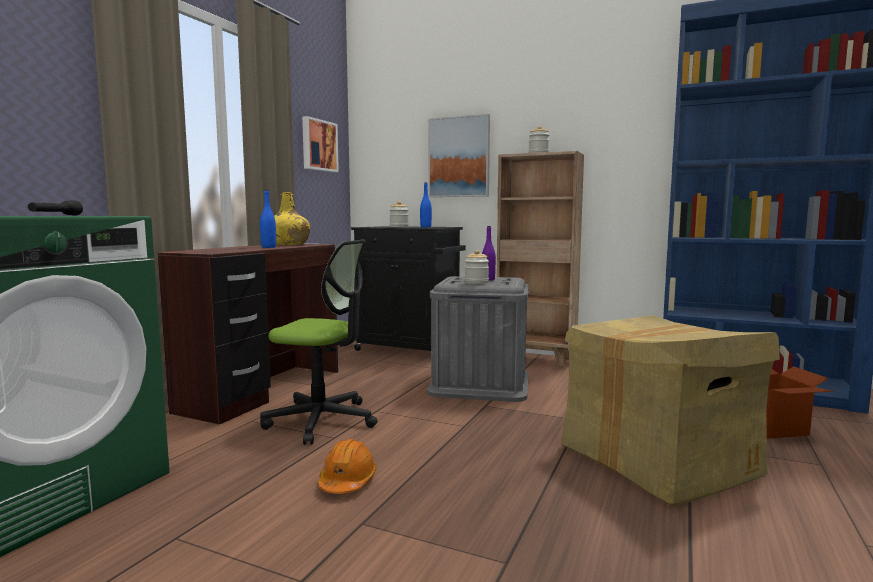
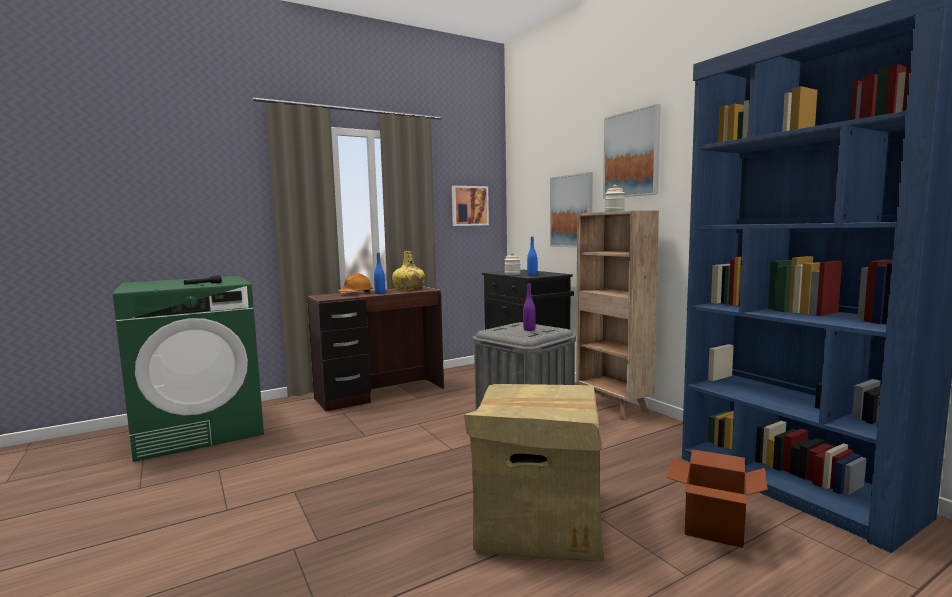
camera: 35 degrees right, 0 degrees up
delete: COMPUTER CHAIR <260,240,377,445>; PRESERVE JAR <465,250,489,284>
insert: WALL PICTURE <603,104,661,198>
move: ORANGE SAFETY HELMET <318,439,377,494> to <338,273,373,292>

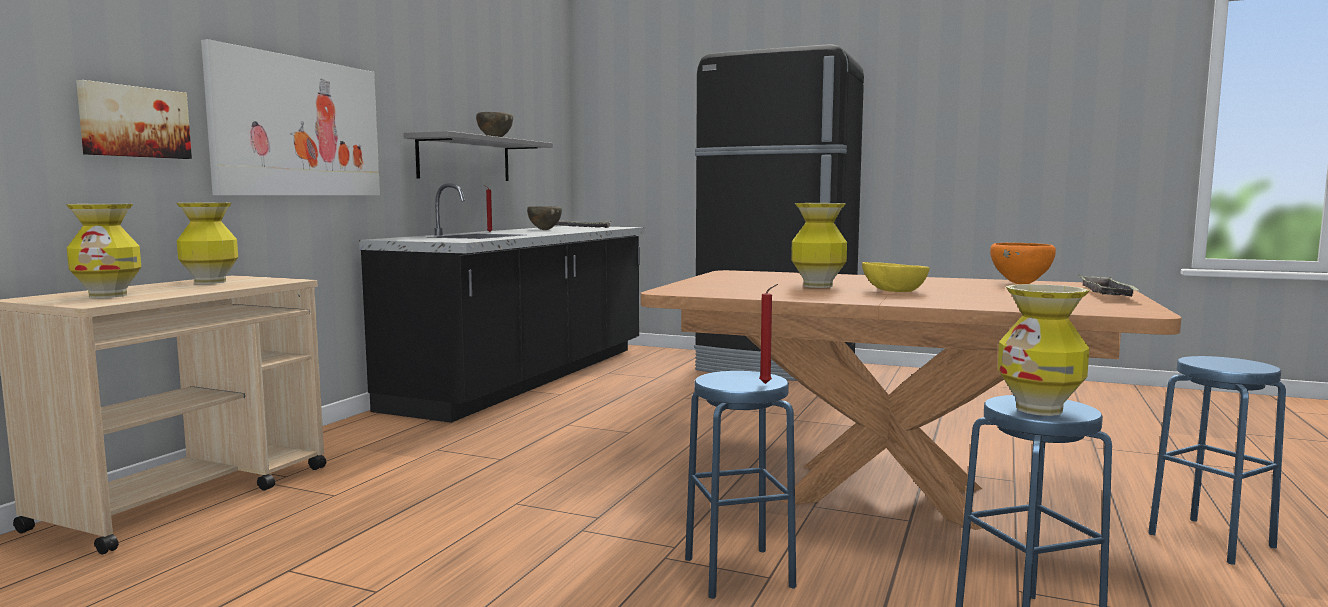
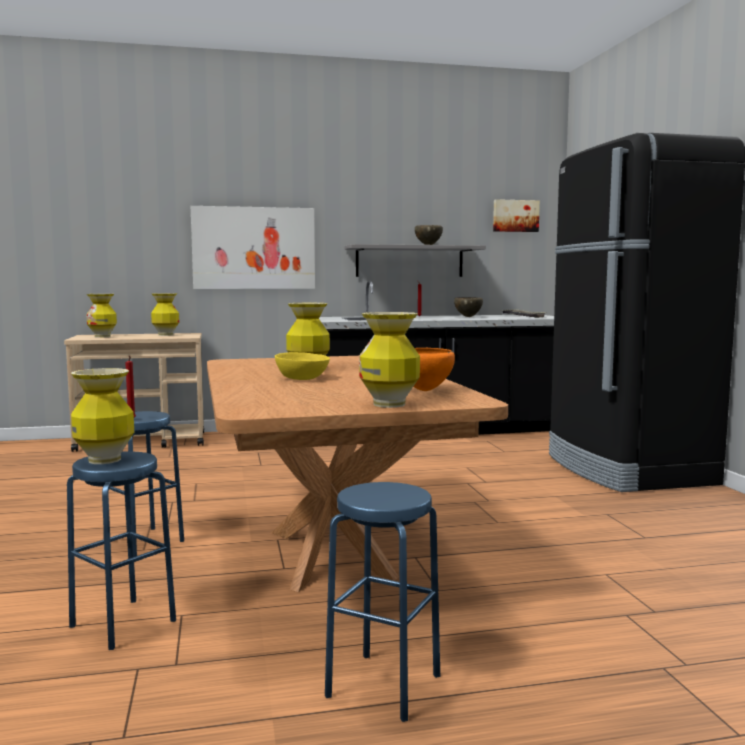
camera: 55 degrees right, 0 degrees up
move: WALL PICTURE <76,80,192,159> to <493,199,540,232>
replace: CARRYING TRAY <1078,275,1140,297> to DECORATIVE VASE <359,312,420,408>

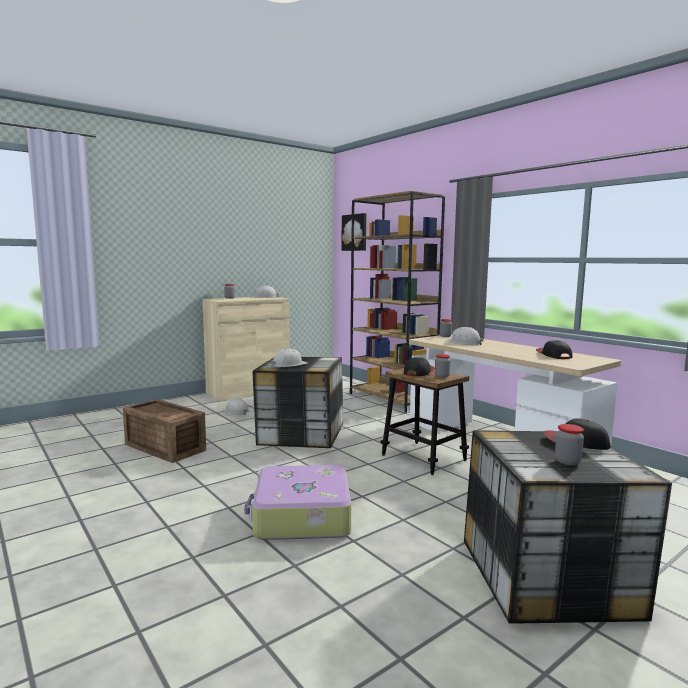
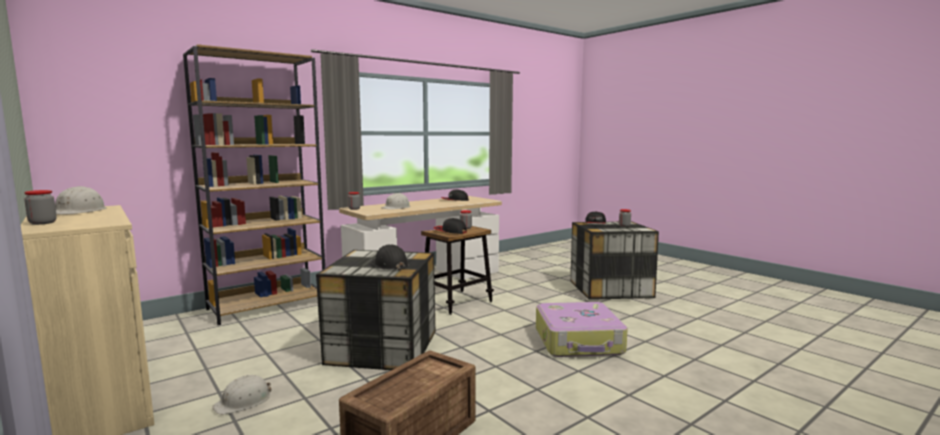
camera: 90 degrees left, 0 degrees up
delete: WALL PICTURE <341,213,367,251>
recolor: WHITE-COLOURED SAFETY HELMET <271,348,308,367> to BLACKISH SAFETY HELMET <373,245,409,270>

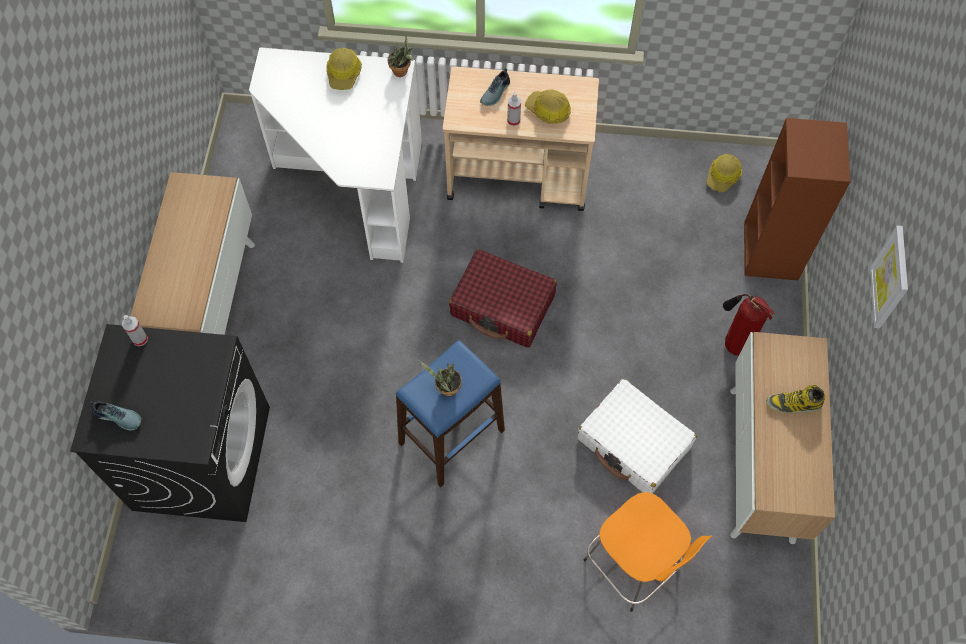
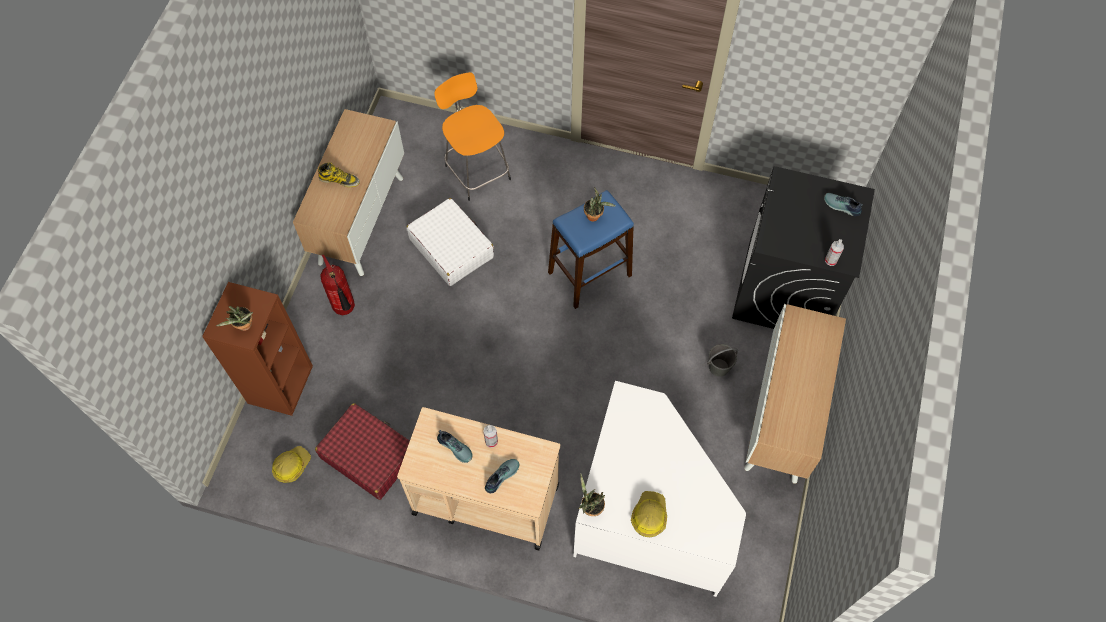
camera: 170 degrees left, 0 degrees up
delete: WALL PICTURE <870,226,908,328>
insert: POTTED PLANT <216,306,253,331>; GREY BUCKET <707,344,738,377>
move: RED-COLOURED PIECE OF LUGGAGE <449,249,557,348> to <315,403,410,500>
replace: SAFETY HELMET <525,89,571,124> to LOW SHOE <437,430,473,463>

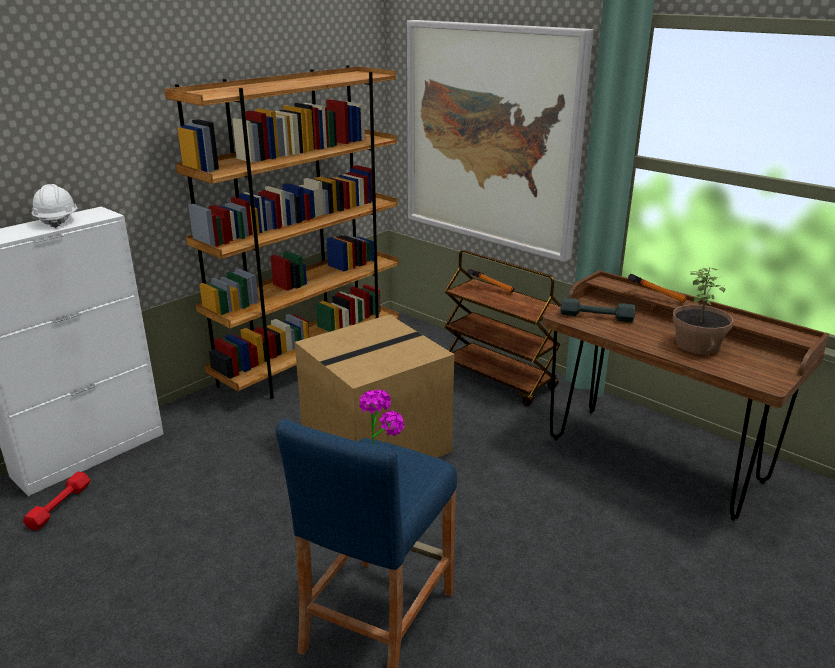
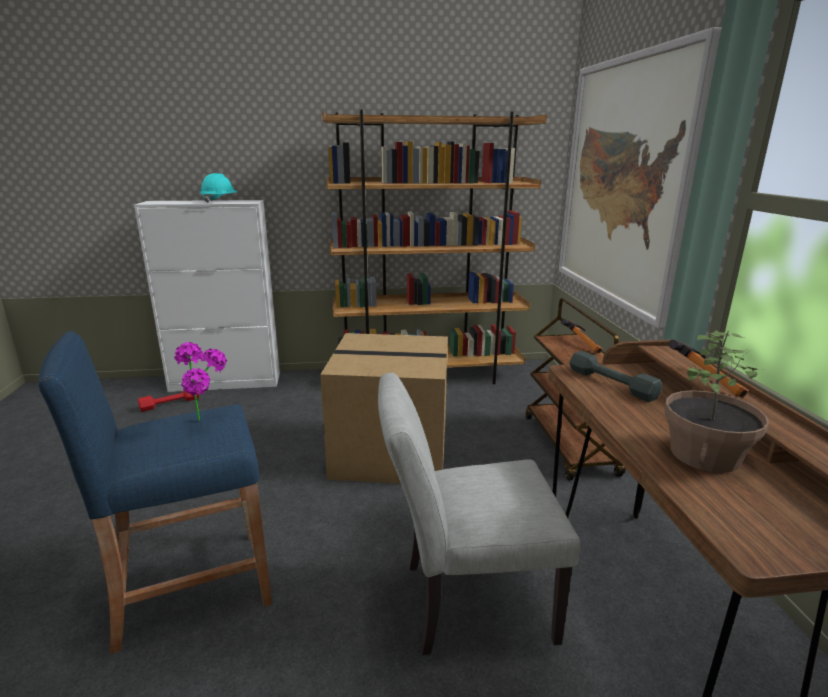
camera: 40 degrees right, 5 degrees down
insert: GREY CHAIR <378,372,580,655>
recolor: WHITE-COLOURED SAFETY HELMET <32,184,77,228> to TURQUOISE-COLOURED SAFETY HELMET <200,173,237,203>

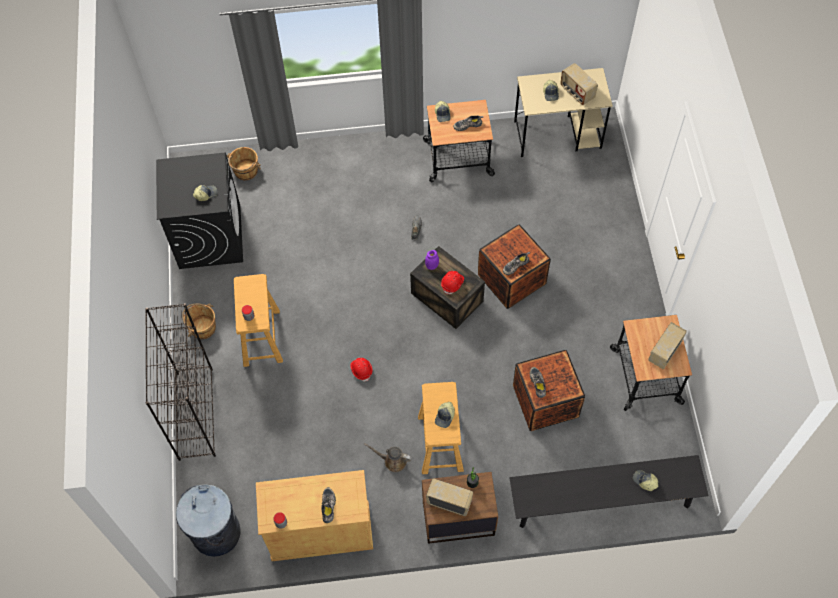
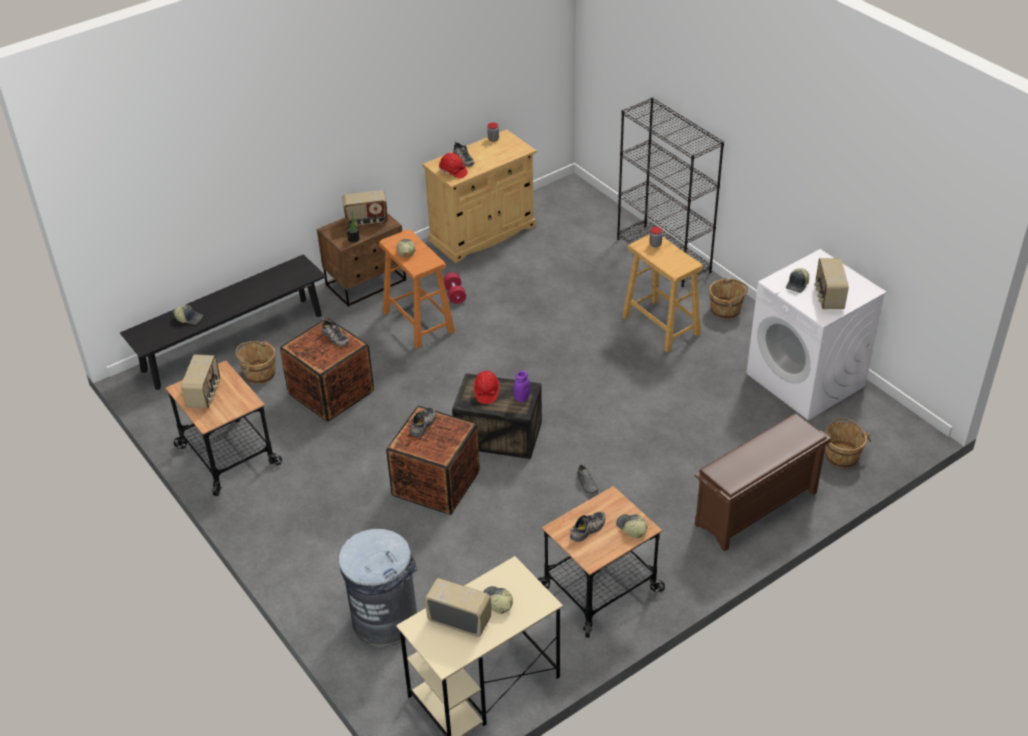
camera: 150 degrees right, 20 degrees down
insert: BROWN-COLOURED BUCKET <235,341,275,384>; BROWN-COLOURED SHOE RACK <694,413,831,552>; RADIO SET <815,258,849,309>
move: GREY TRASH CAN <176,484,241,557> to <339,529,417,647>; RED-COLOURED SAFETY HELMET <350,358,372,381> to <439,153,468,179>
replace: BROWN-COLOURED SPRINKLING CAN <364,443,412,472> to RED-COLOURED FREE WEIGHT <443,273,466,304>
recolor: BLACKISH LAUNDRY MACHINE <156,152,243,269> to WHITE-COLOURED LAUNDRY MACHINE <747,249,887,420>; SAND-COLOURED STOOL <418,382,464,474> to ORANGE STOOL <379,230,455,349>

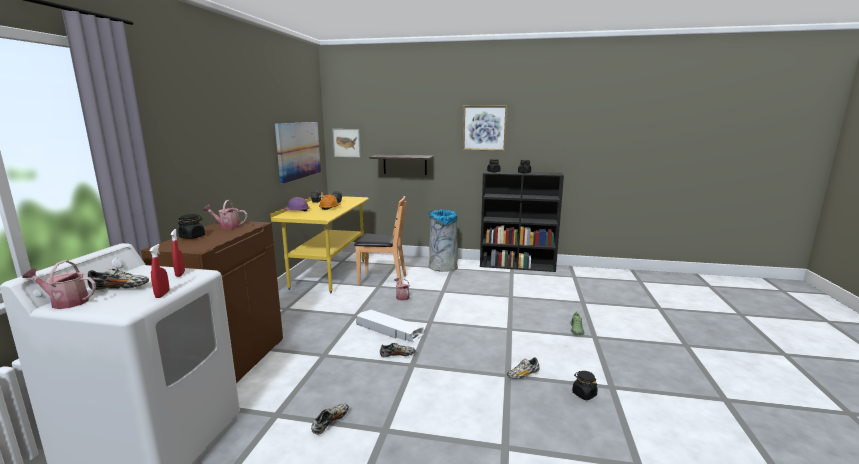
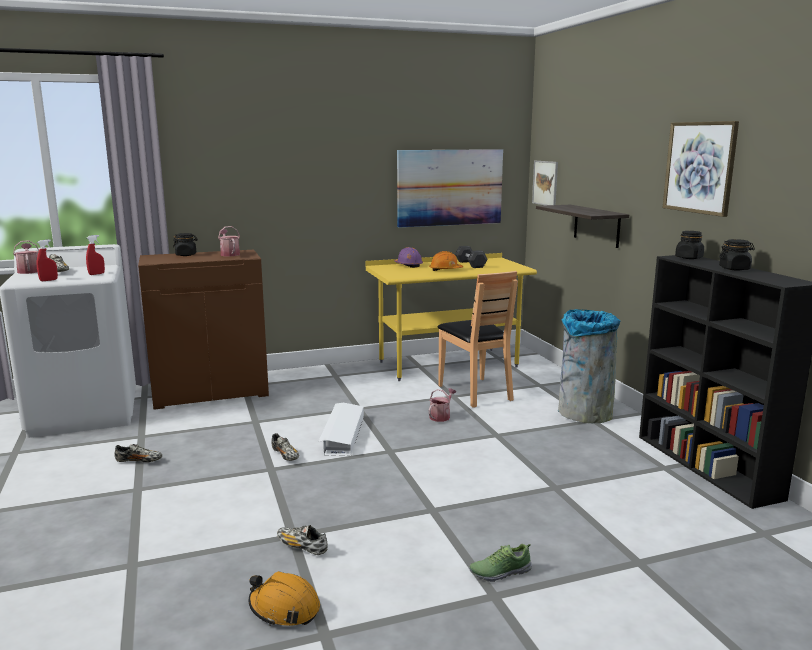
camera: 60 degrees right, 0 degrees up
replace: BLACKISH PRESERVE JAR <572,371,598,400> to ORANGE SAFETY HELMET <249,571,320,626>

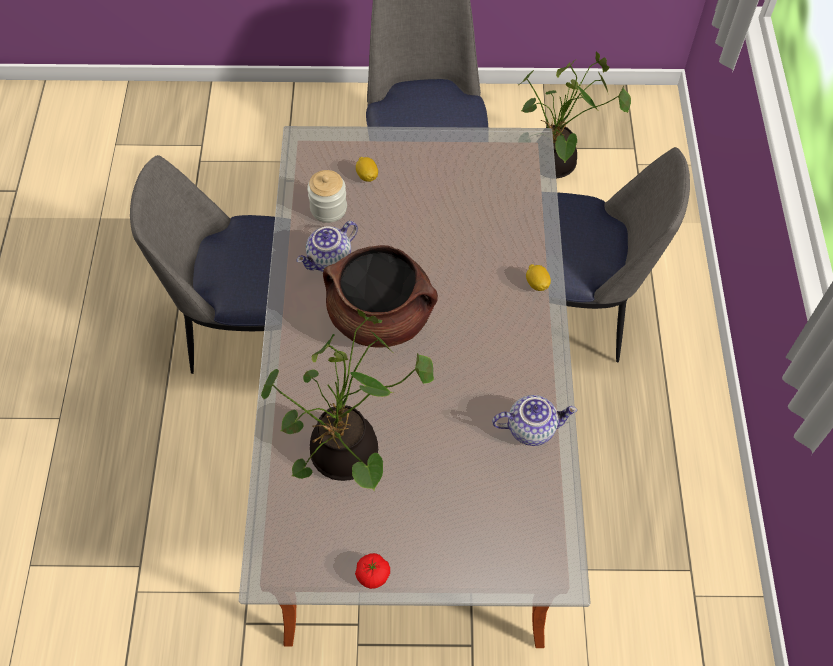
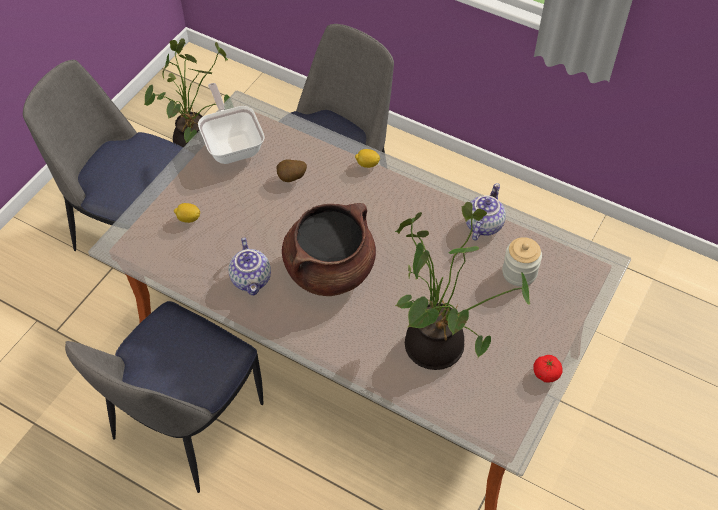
camera: 60 degrees left, 5 degrees down
insert: SKILLET <198,83,265,164>; POTATO <276,159,307,182>
move: PRESERVE JAR <307,170,347,223> to <502,237,542,286>

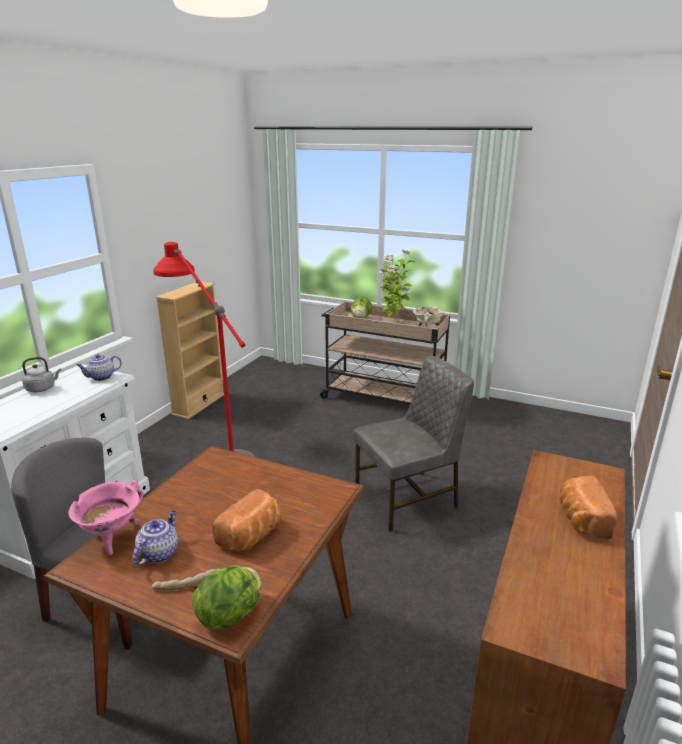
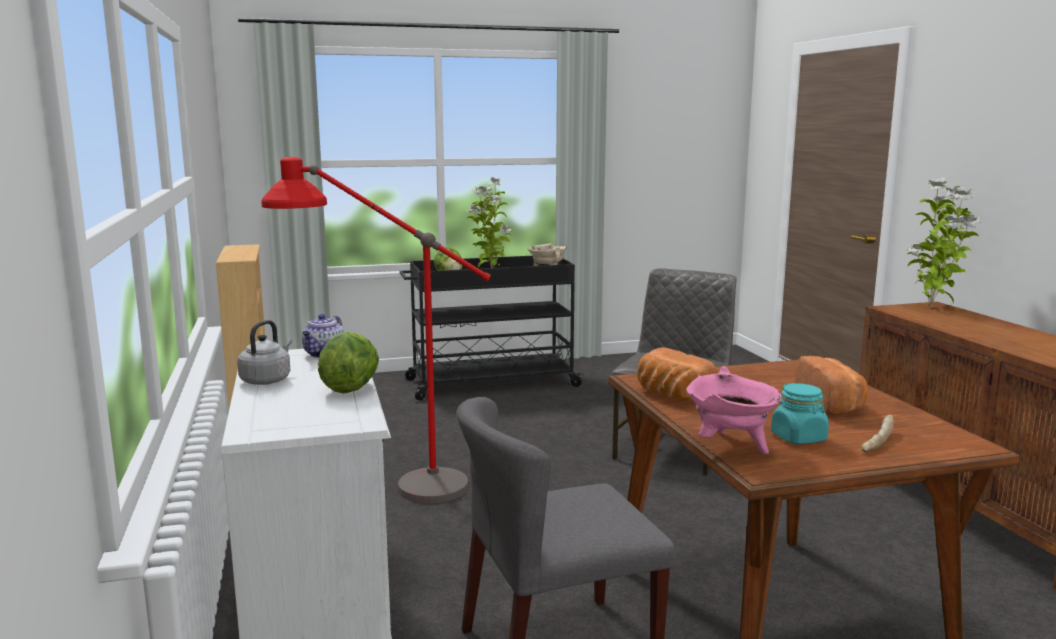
camera: 40 degrees left, 10 degrees down
insert: POTTED PLANT <907,178,980,308>
move: LETTUCE <192,565,261,630> to <318,332,379,394>; BAKED BREAD <560,476,617,539> to <637,347,717,402>
replace: TEAPOT <133,510,178,565> to TURQUOISE-COLOURED PRESERVE JAR <771,383,829,444>
recolor: SAND-COLOURED CART <320,301,450,405> to BLACKISH CART <400,256,584,401>

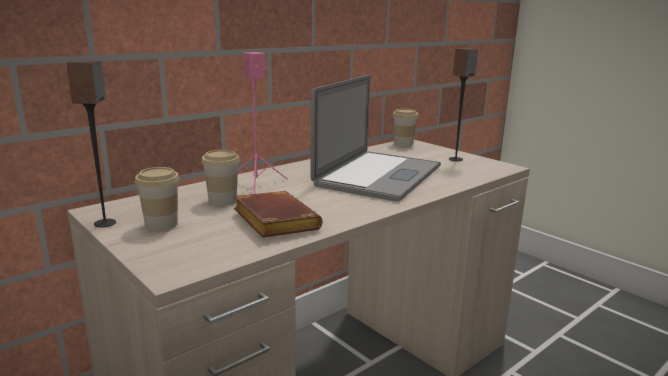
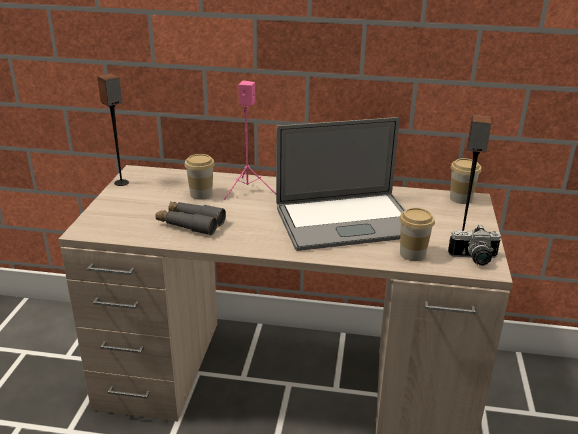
camera: 50 degrees right, 10 degrees up
insert: STILL CAMERA <448,225,501,266>
move: SMALL CUP <135,167,180,231> to <399,208,435,261>
replace: BROWN-COLOURED VOLUME <234,191,322,238> to GREY BINOCULARS <155,202,226,235>

